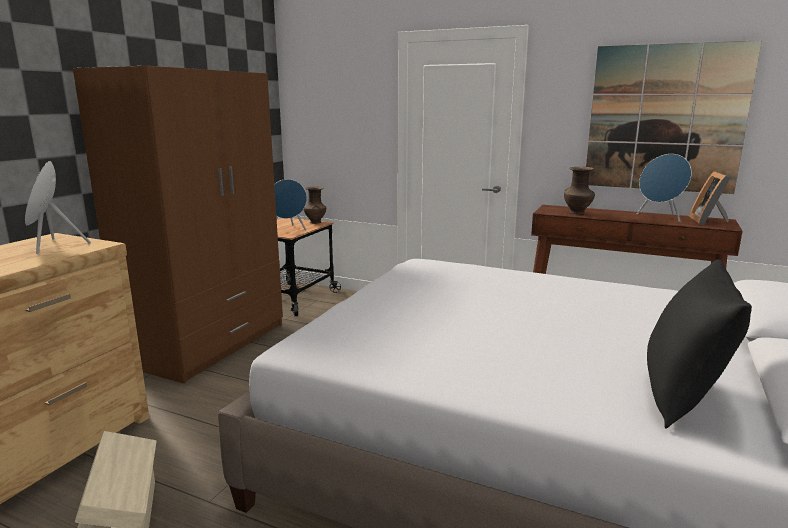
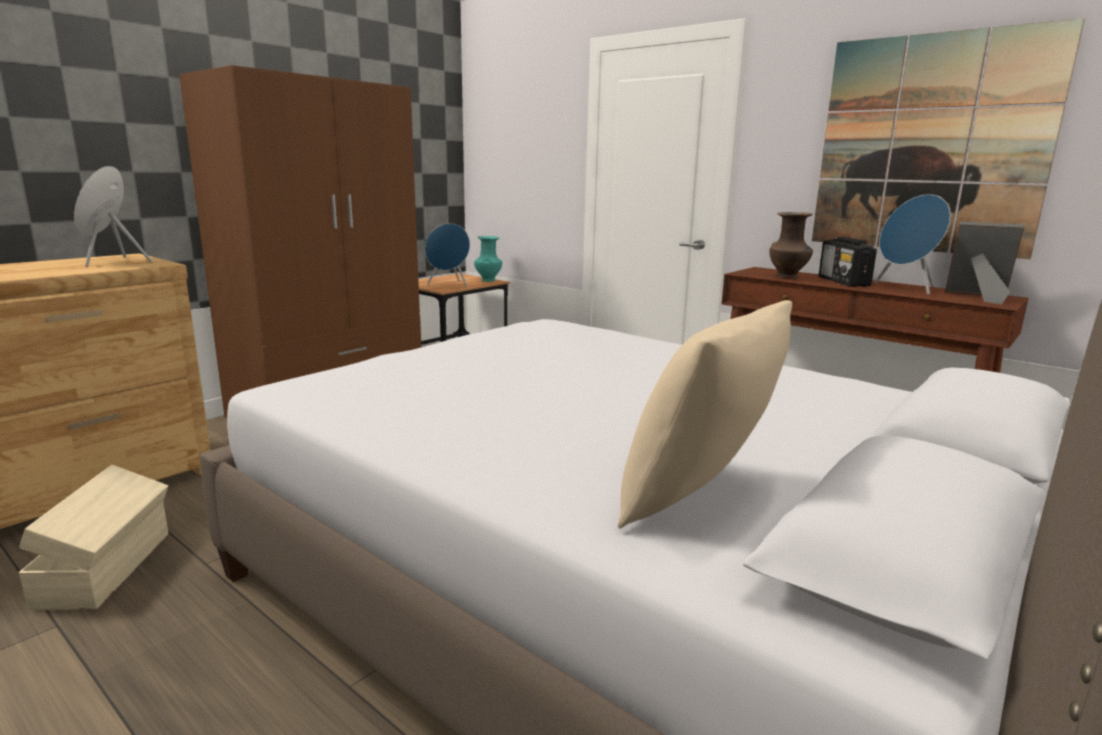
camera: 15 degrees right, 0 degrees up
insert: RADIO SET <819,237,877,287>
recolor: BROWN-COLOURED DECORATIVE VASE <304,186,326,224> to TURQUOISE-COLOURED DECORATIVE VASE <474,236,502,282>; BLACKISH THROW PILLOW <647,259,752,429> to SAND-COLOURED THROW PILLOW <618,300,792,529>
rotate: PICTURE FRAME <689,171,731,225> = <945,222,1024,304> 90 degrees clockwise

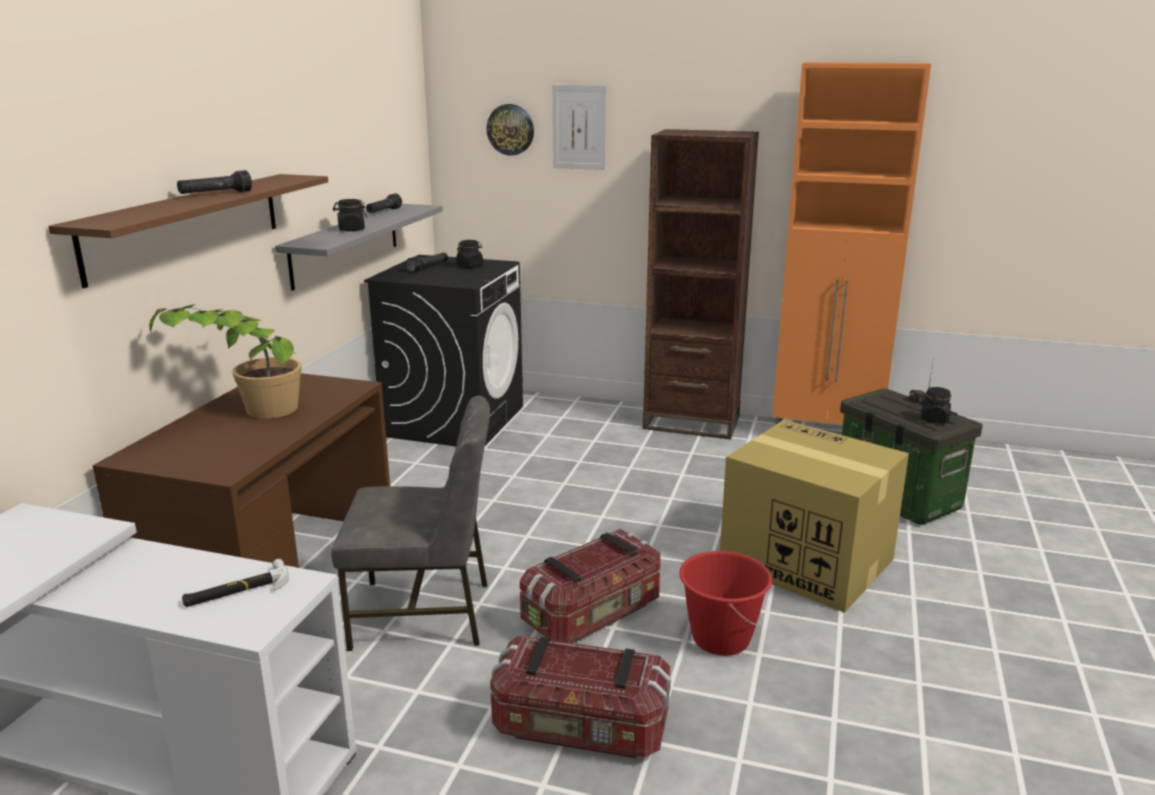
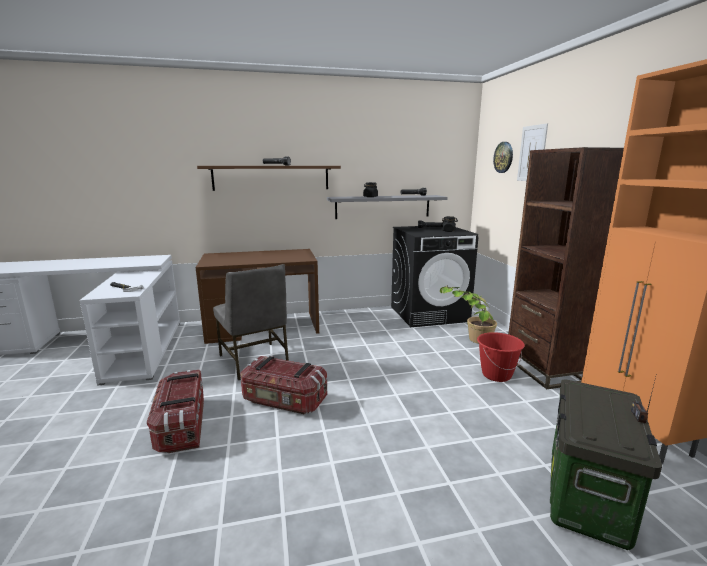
camera: 60 degrees right, 5 degrees down
delete: CARDBOARD BOX <720,420,909,613>; BLACKISH PRESERVE JAR <921,387,951,423>
move: POTTED PLANT <149,304,301,419> to <440,286,497,344>; RED-COLOURED BUCKET <679,551,772,656> to <477,332,525,382>

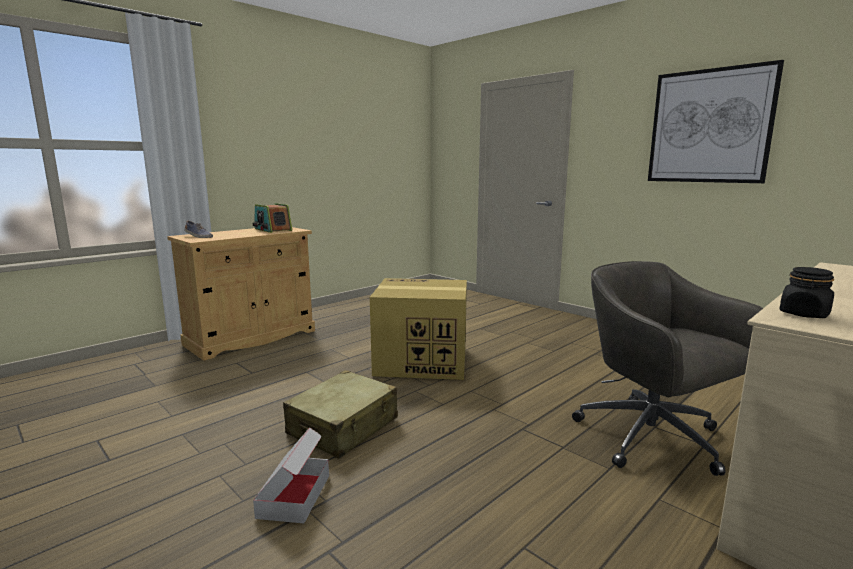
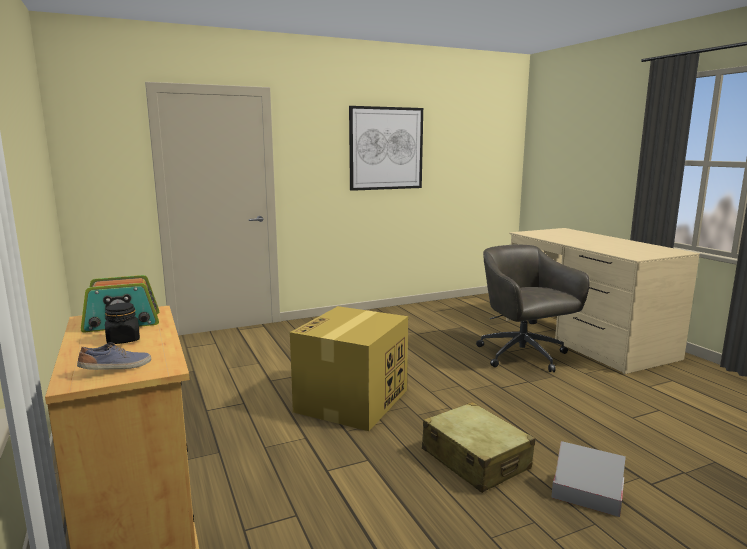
camera: 70 degrees left, 0 degrees up
move: BLACKISH PRESERVE JAR <779,267,834,318> to <105,303,140,344>
rotate: GREY COMPUTER CHAIR <572,261,763,476> = <476,244,590,372> 75 degrees clockwise

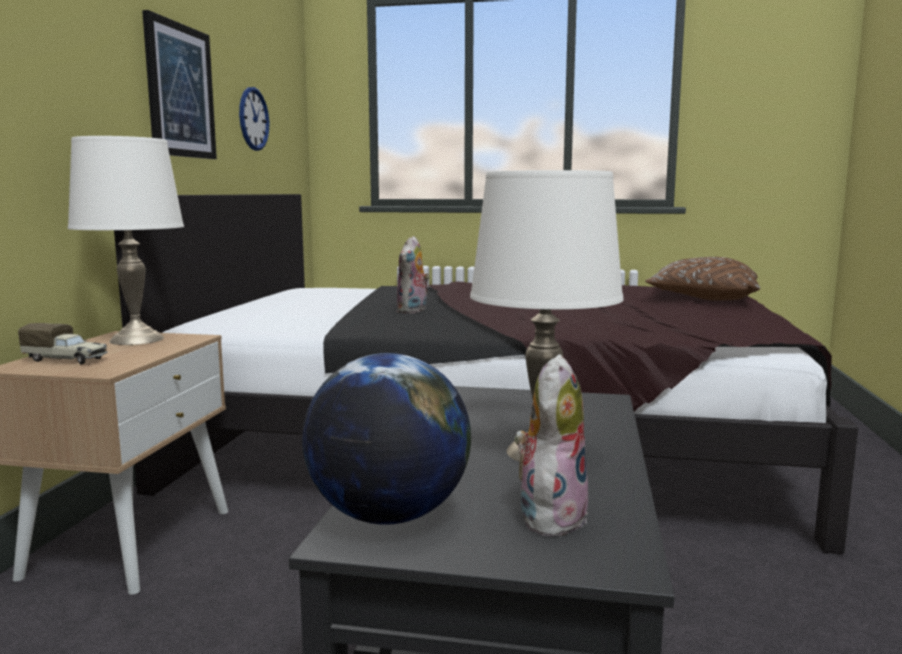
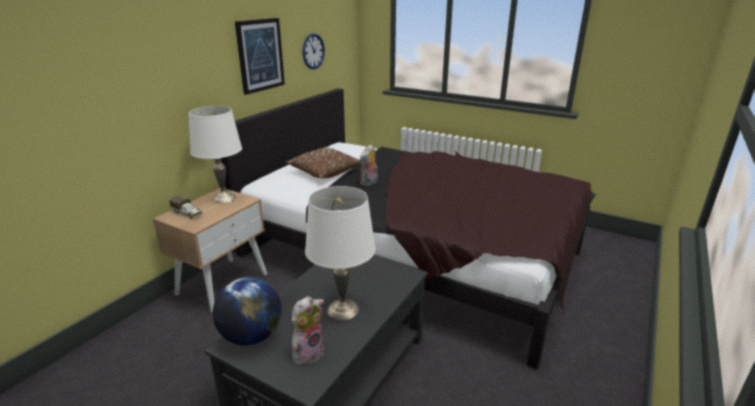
camera: 20 degrees right, 15 degrees up
move: BROWN-COLOURED THROW PILLOW <645,257,760,301> to <285,147,361,178>

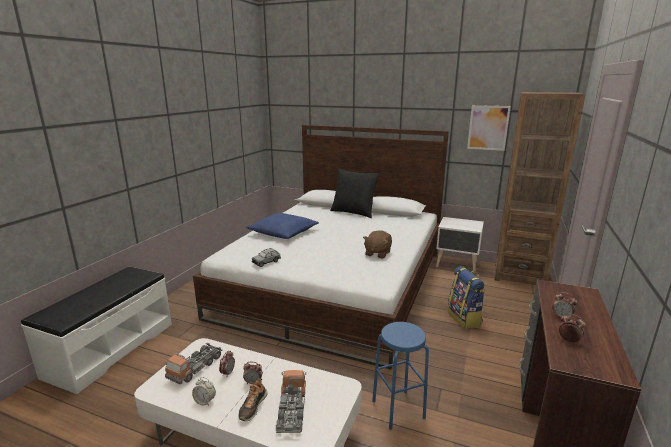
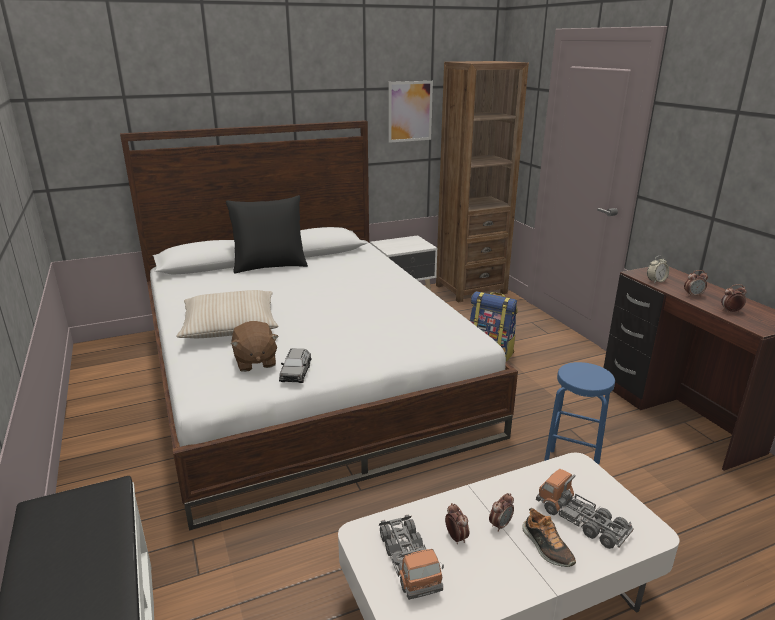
camera: 45 degrees left, 5 degrees up
move: BEDSIDE CLOCK <192,377,216,406> to <647,256,669,283>; BROWN-COLOURED PLUSH TOY <363,230,392,258> to <231,321,279,372>
recolor: BLUE THROW PILLOW <246,213,319,239> to SAND-COLOURED THROW PILLOW <177,290,279,338>

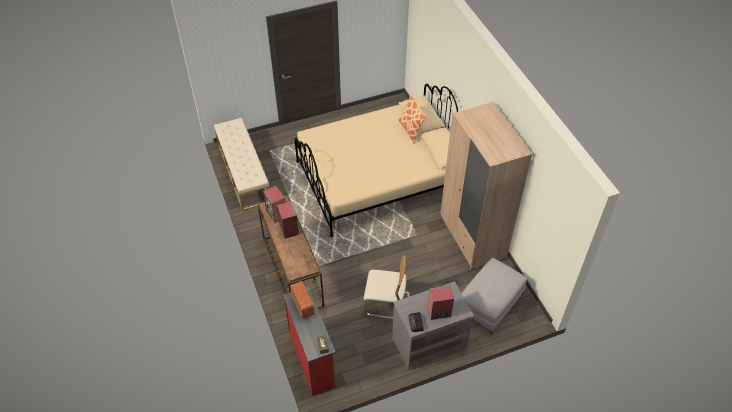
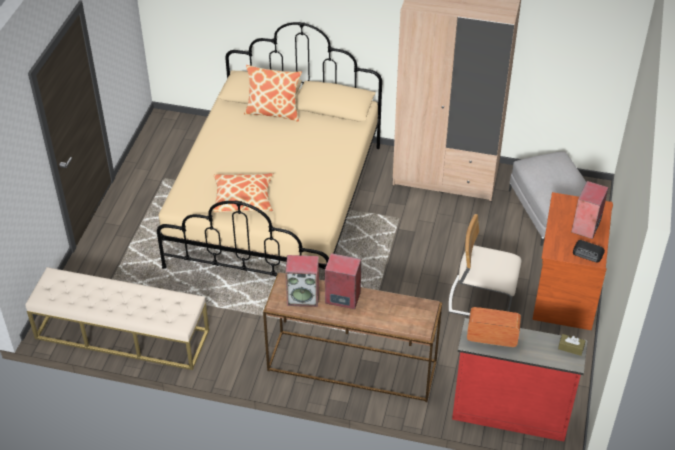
camera: 55 degrees left, 5 degrees down
insert: THROW PILLOW <211,173,274,213>
recolor: GREY DESK TABLE <392,281,474,371> to BROWN-COLOURED DESK TABLE <532,192,613,330>
rotate: SAND-COLOURED CHAIR <364,255,410,319> = <449,214,522,316> 120 degrees counterclockwise

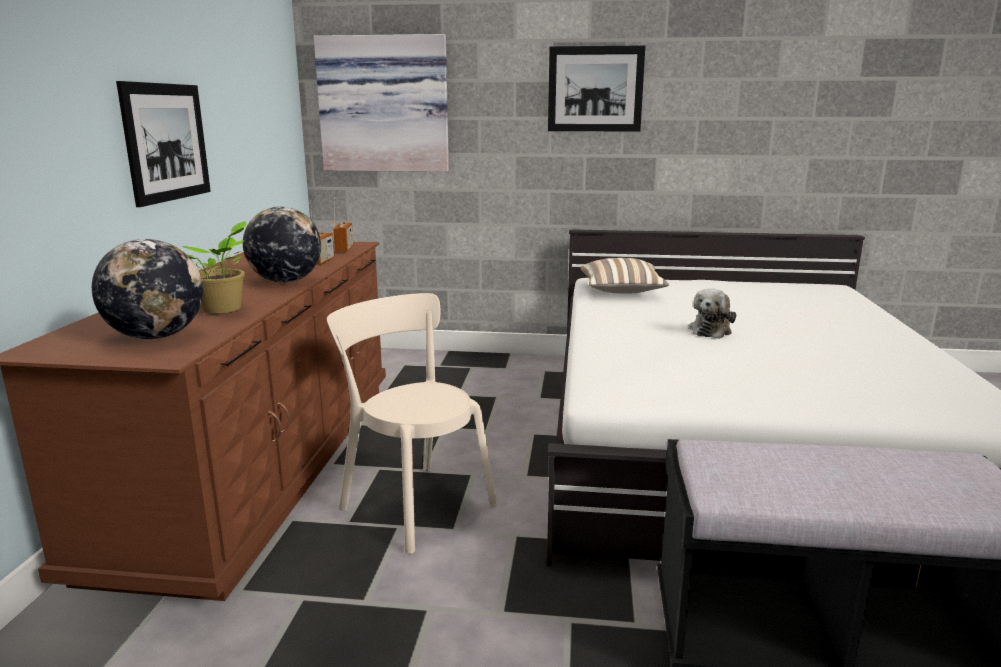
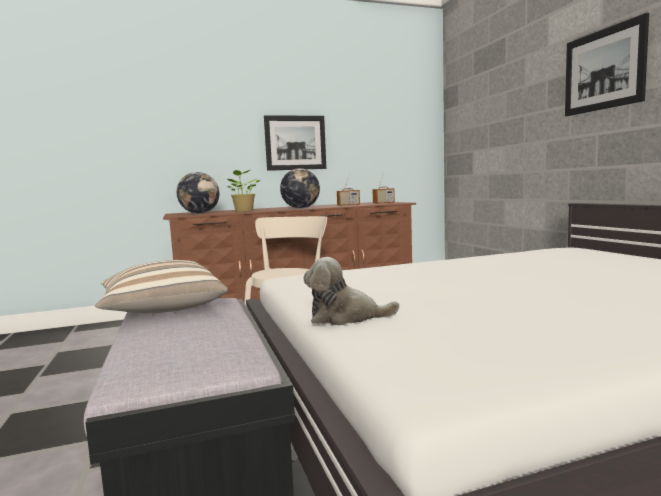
camera: 65 degrees right, 10 degrees down
delete: WALL PICTURE <314,34,449,172>
move: THROW PILLOW <580,258,669,294> to <95,260,228,313>; PLUSH TOY <688,288,736,339> to <304,257,400,326>

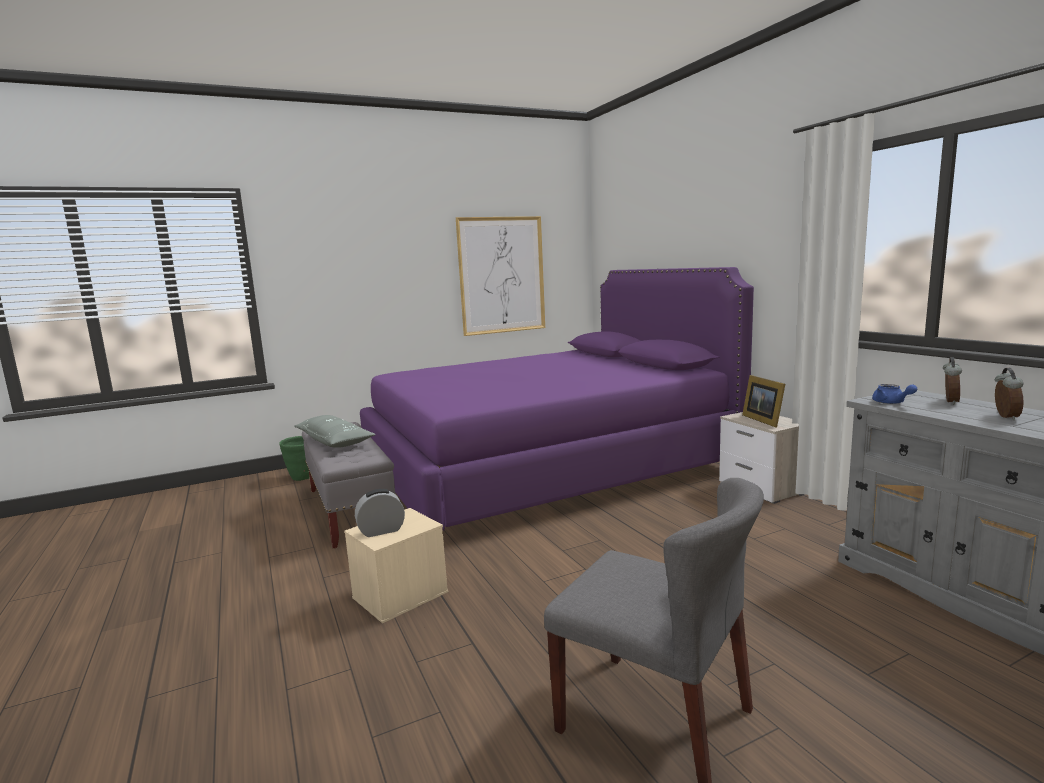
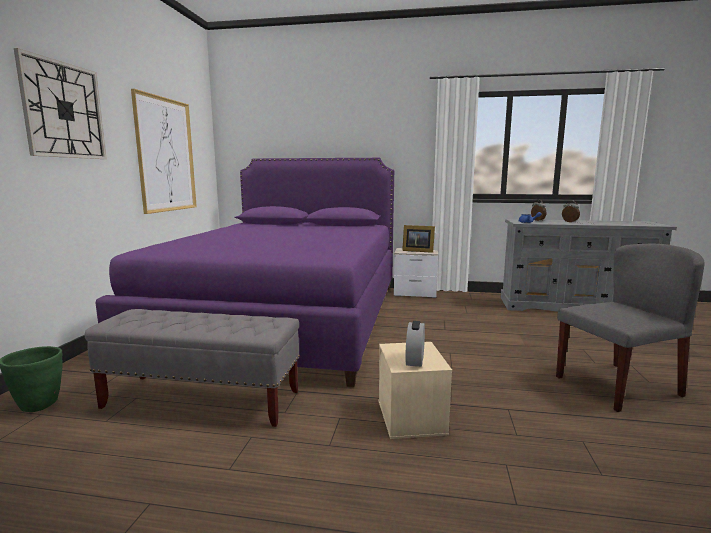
camera: 55 degrees left, 0 degrees up
delete: GREY THROW PILLOW <294,415,376,448>
insert: CLOCK ON THE WALL <14,48,107,159>

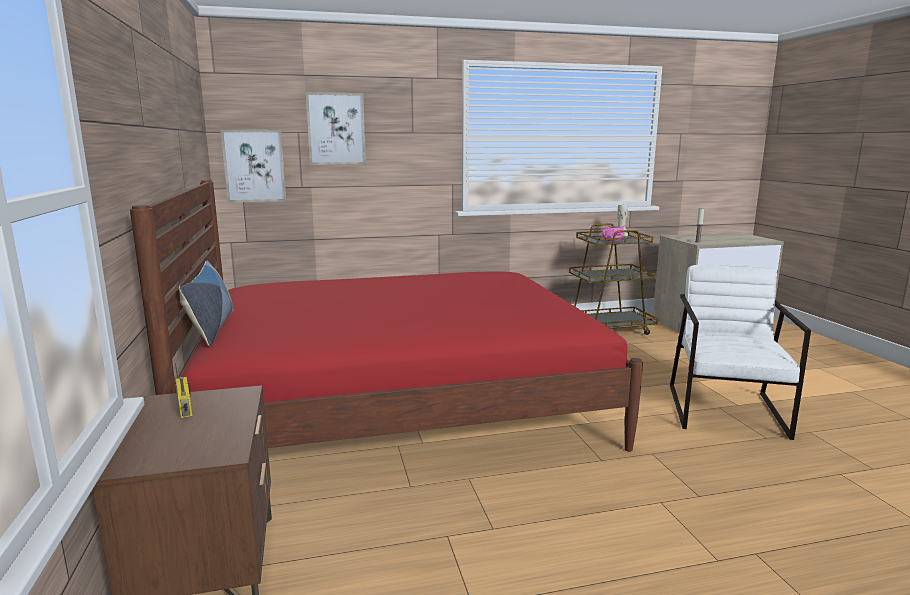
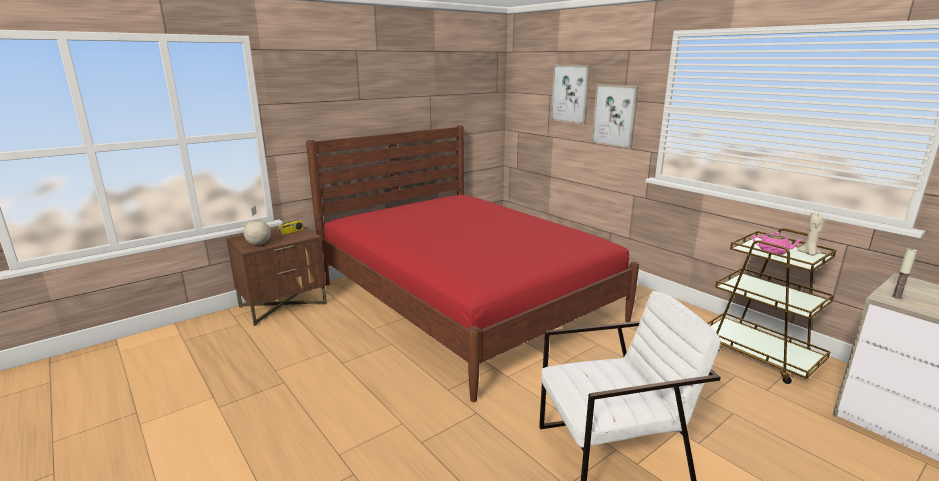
camera: 65 degrees right, 5 degrees up
delete: THROW PILLOW <179,261,233,346>
insert: GLOBE <244,205,271,245>
move: WALL PICTURE <221,130,286,202> to <592,84,639,149>

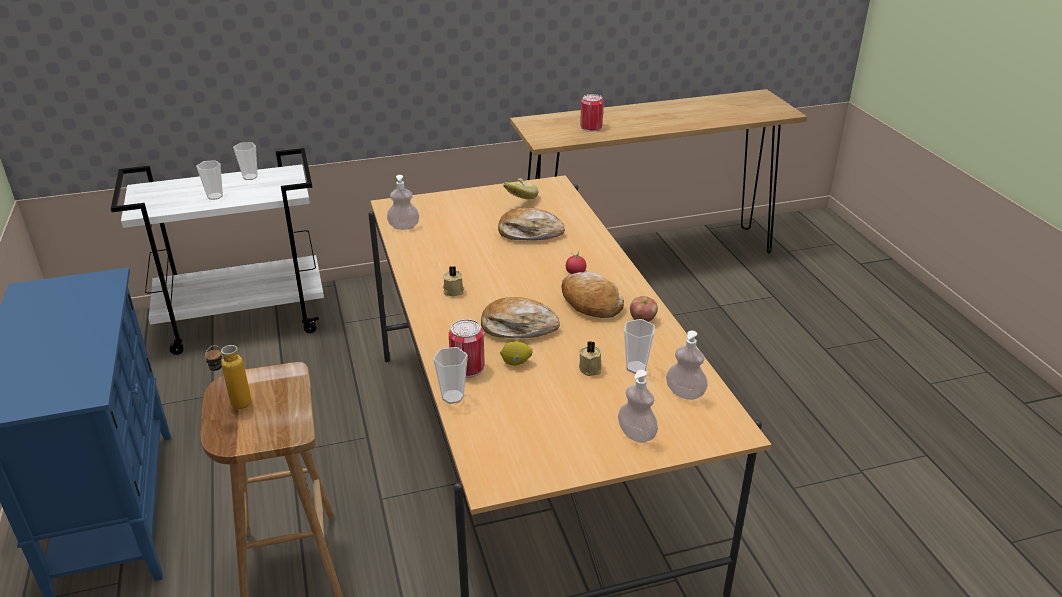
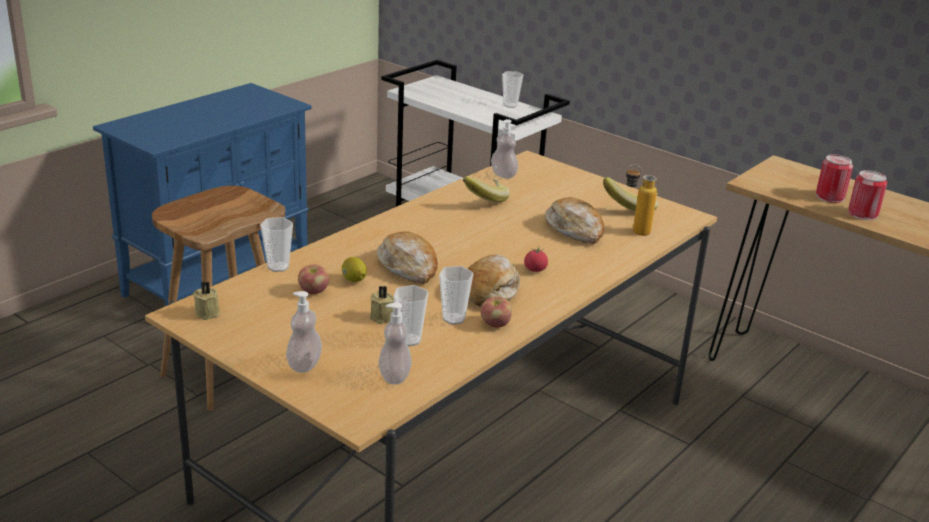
camera: 55 degrees right, 5 degrees down
insert: WHOLE APPLE <298,264,329,294>; WHOLE BANANA <463,176,510,202>
move: SMALL CUP <196,160,223,200> to <439,266,474,325>; DRINK BOTTLE <205,345,251,409> to <625,164,657,236>; SAND-COLOURED WAX CANDLE <443,266,464,296> to <193,282,220,320>; CAN <449,319,485,378> to <848,170,887,220>

